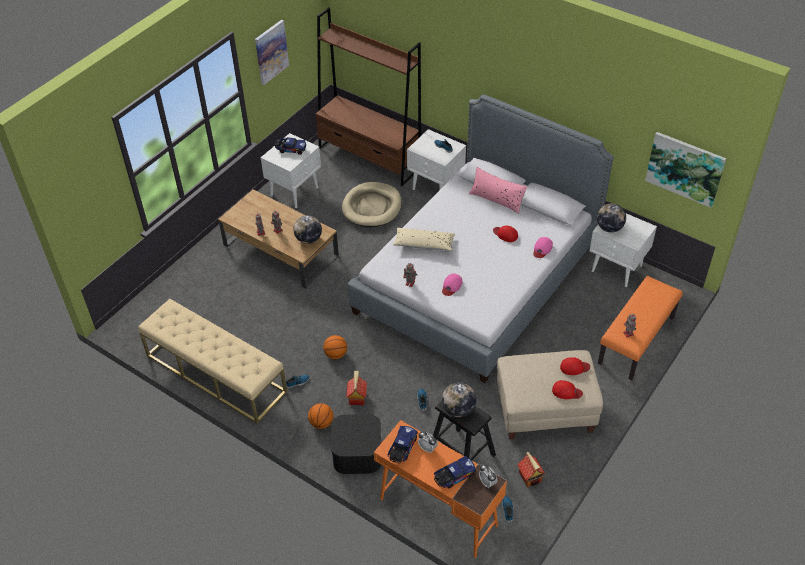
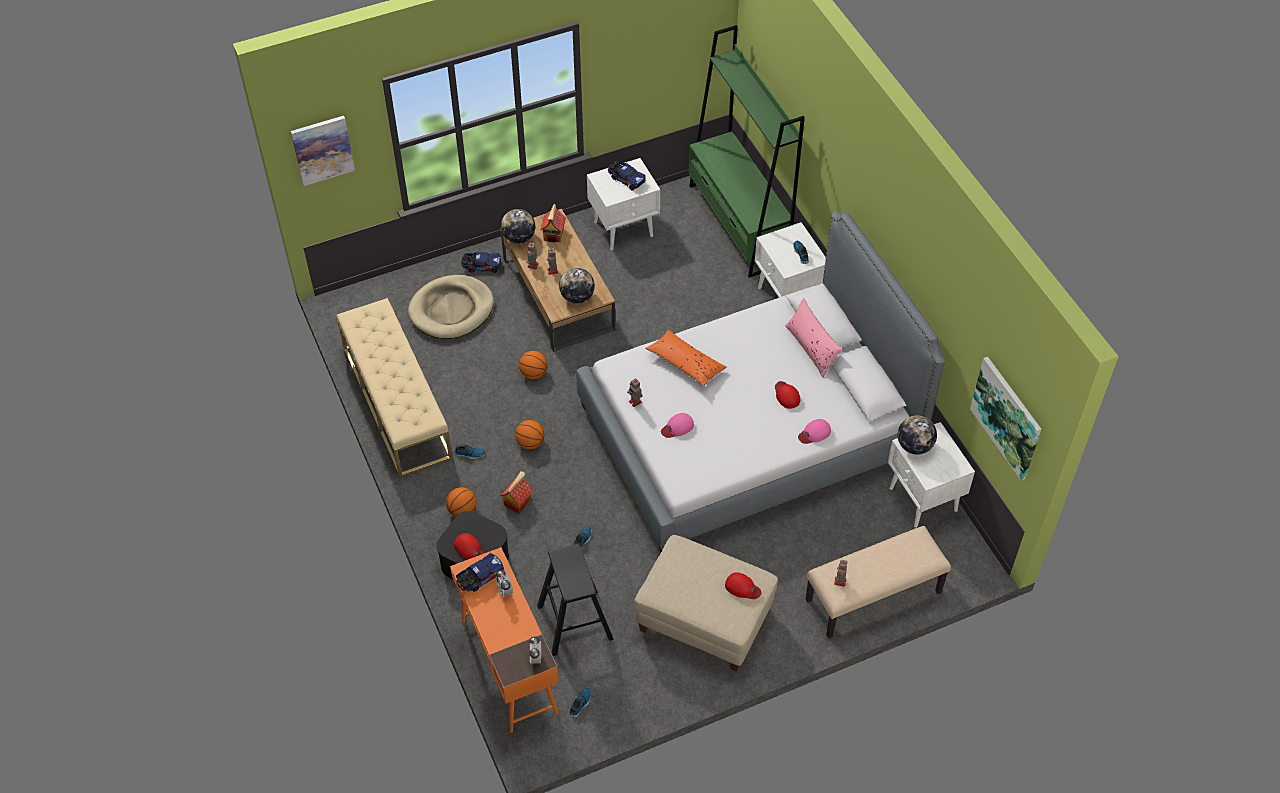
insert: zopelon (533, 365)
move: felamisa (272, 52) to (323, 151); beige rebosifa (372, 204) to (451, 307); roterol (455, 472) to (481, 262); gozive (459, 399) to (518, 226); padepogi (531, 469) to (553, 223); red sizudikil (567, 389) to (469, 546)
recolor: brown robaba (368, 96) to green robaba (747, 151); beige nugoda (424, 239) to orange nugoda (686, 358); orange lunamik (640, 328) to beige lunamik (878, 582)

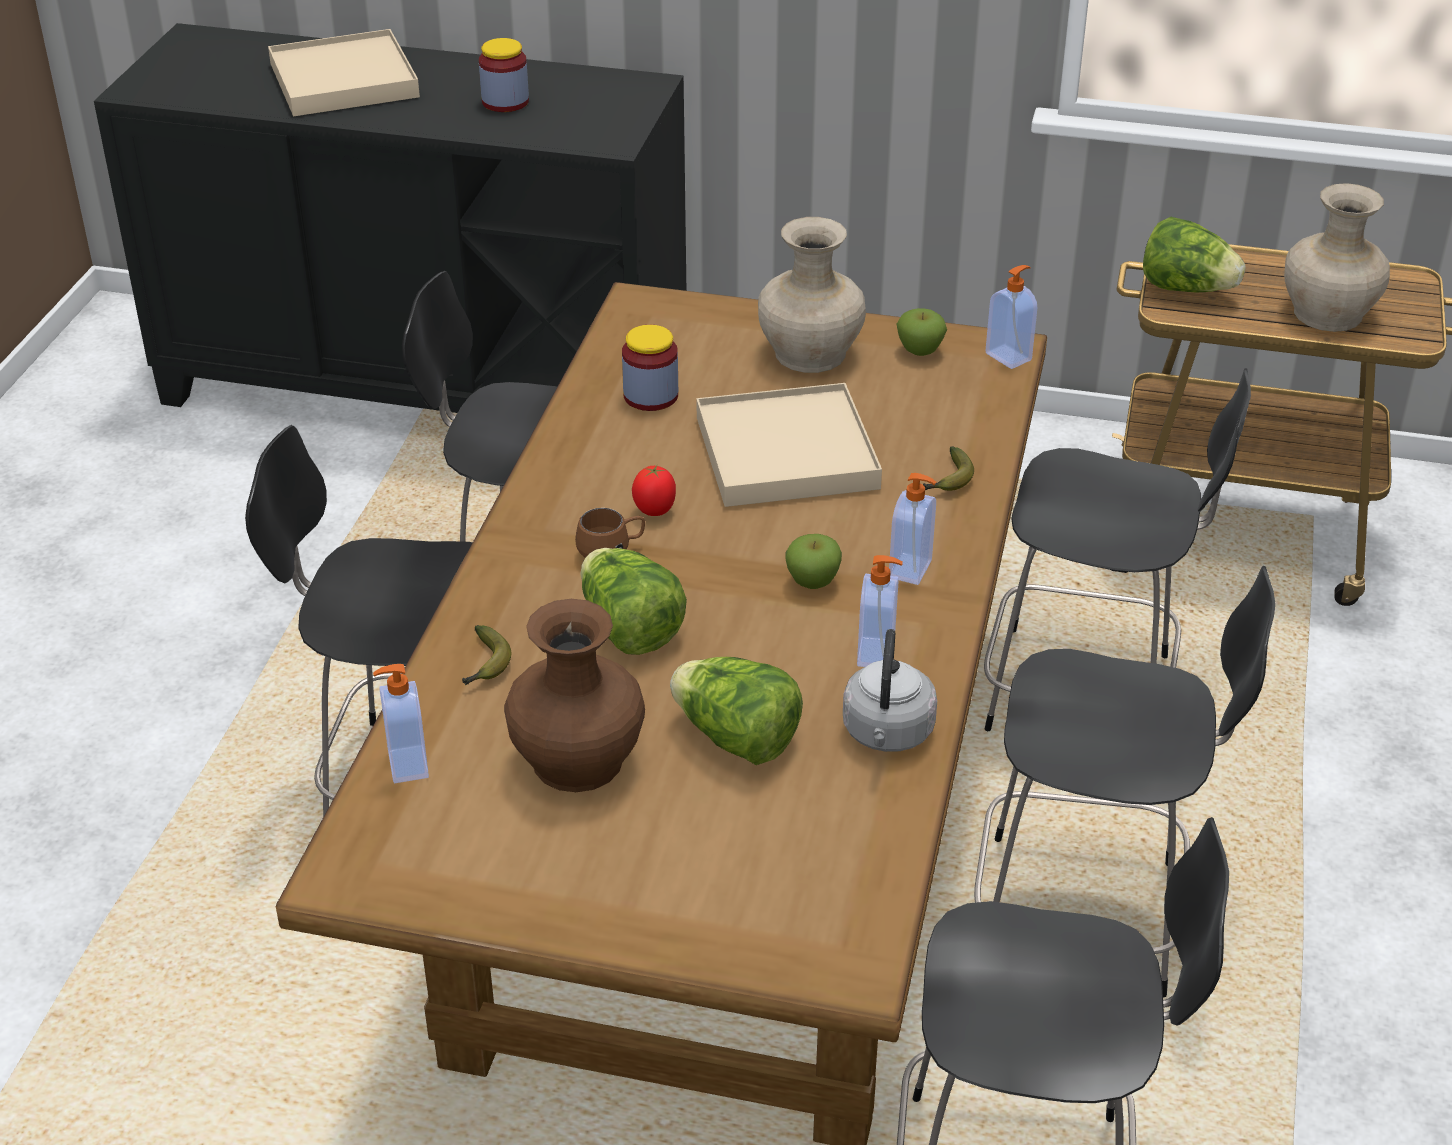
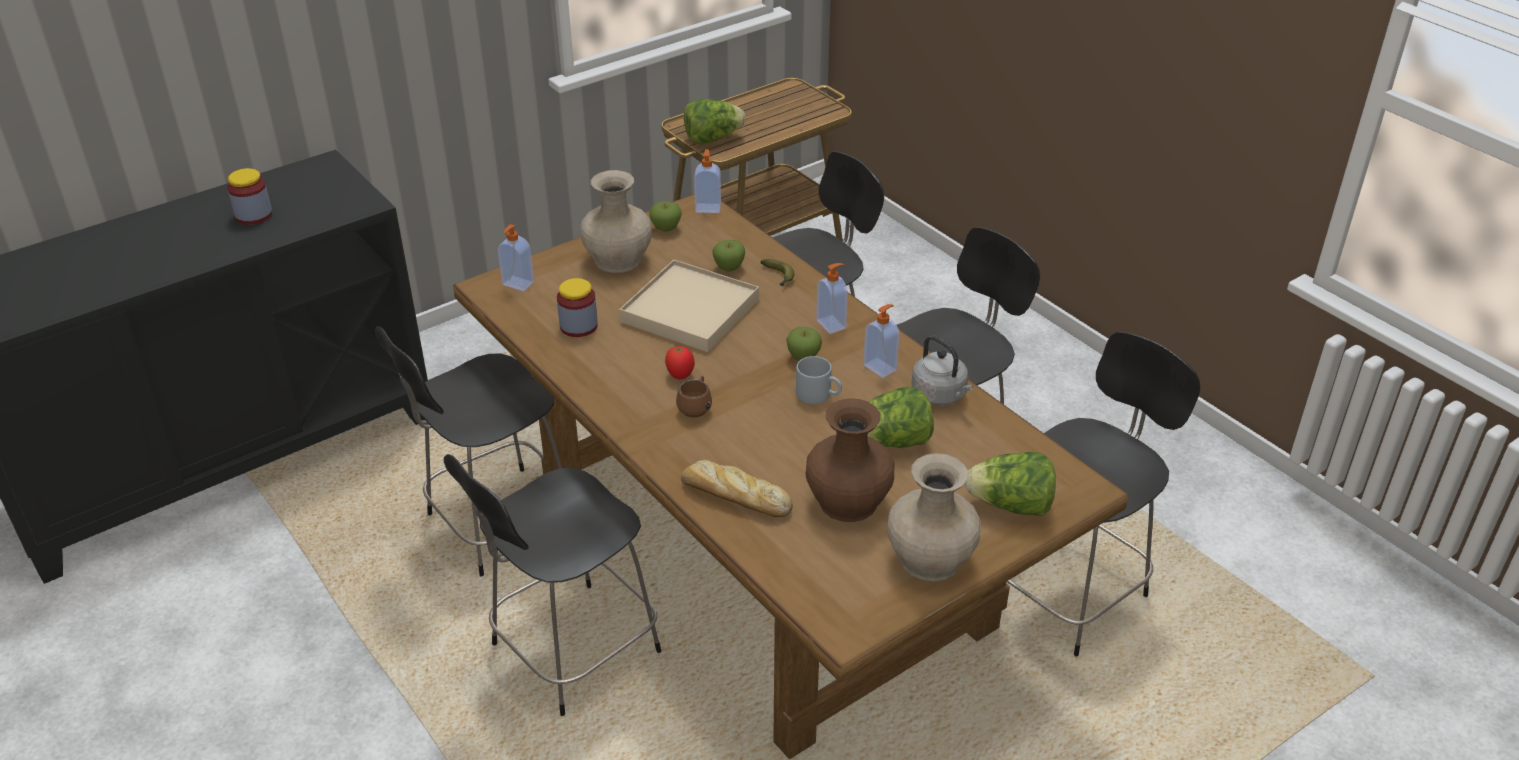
delete: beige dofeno (344, 72)
insert: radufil (728, 255); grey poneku (819, 380)
move: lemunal (401, 723) to (516, 257); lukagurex (633, 601) to (1010, 484); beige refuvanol (1337, 257) to (934, 517)
replace: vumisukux (487, 655) to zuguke (737, 488)

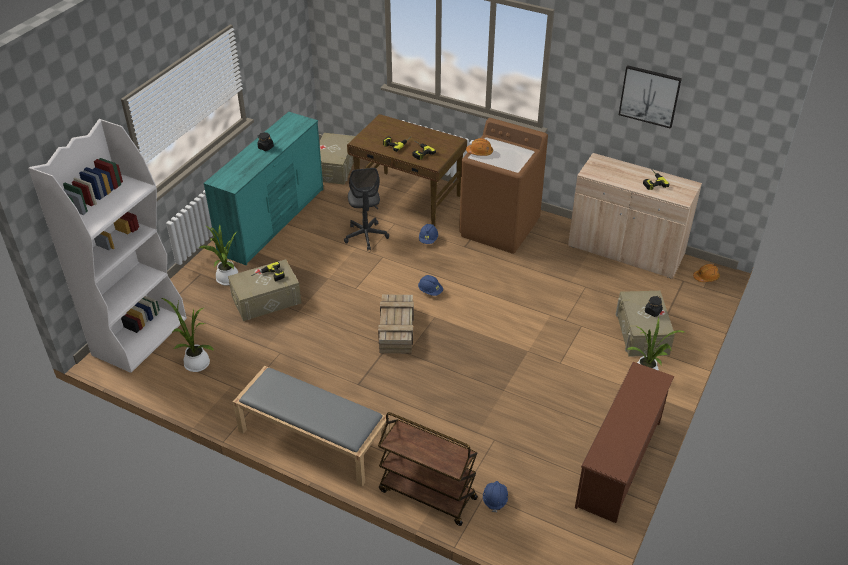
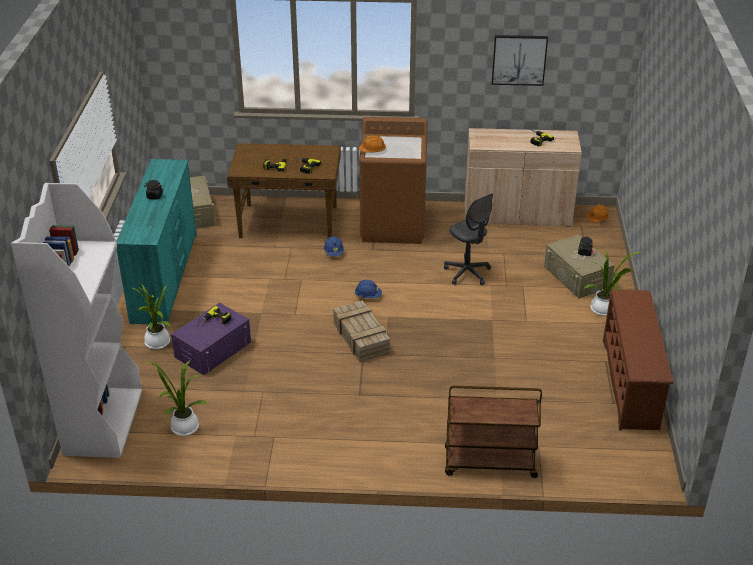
delete: grey lunamik (311, 426); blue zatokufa (495, 496)
move: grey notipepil (366, 209) to (468, 239)
recolor: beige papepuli (264, 290) to purple papepuli (211, 339)

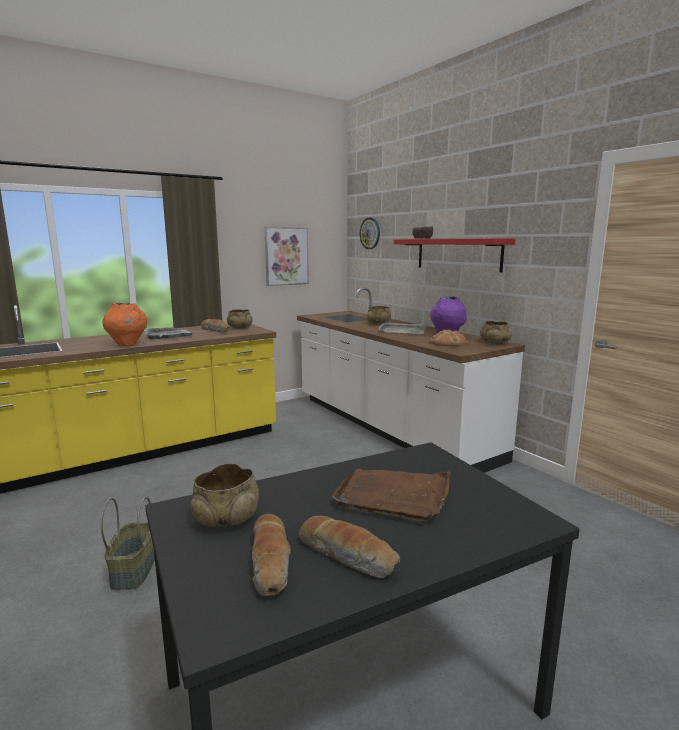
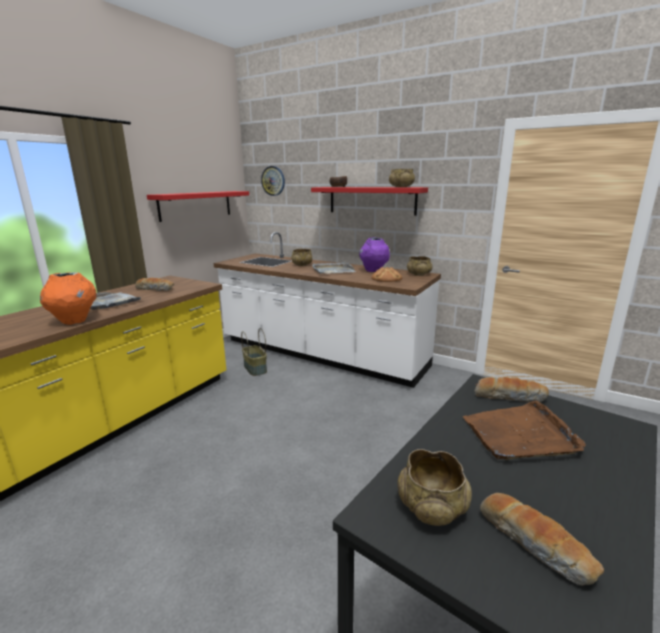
move: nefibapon (128, 543) to (254, 352); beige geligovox (240, 319) to (402, 178); zuguke (349, 547) to (511, 389)
replace: felamisa (286, 256) to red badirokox (198, 206)

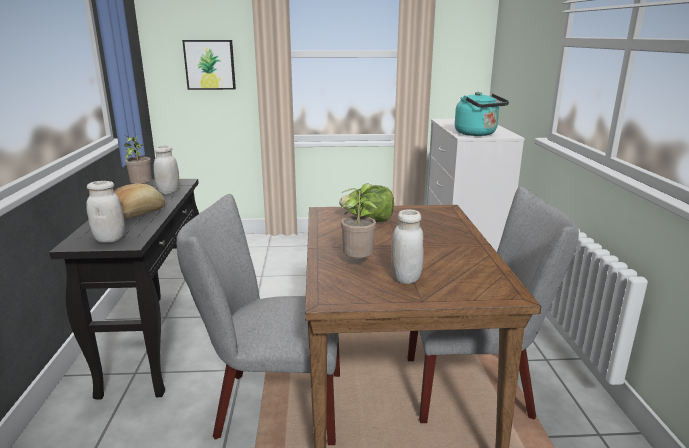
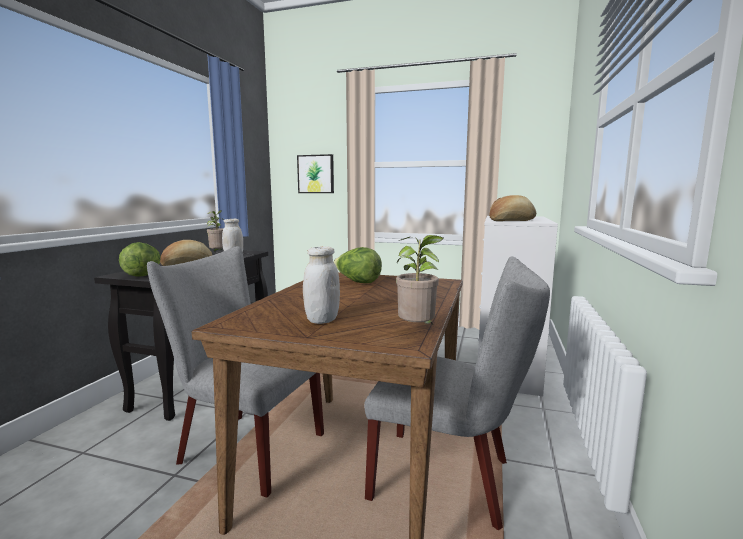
move: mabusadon (359, 221) to (419, 279)
replace: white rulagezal (105, 212) to lukagurex (140, 259); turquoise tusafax (482, 114) to zuguke (512, 208)

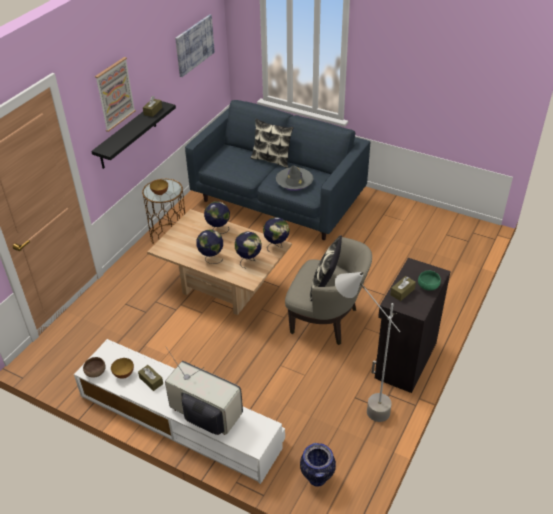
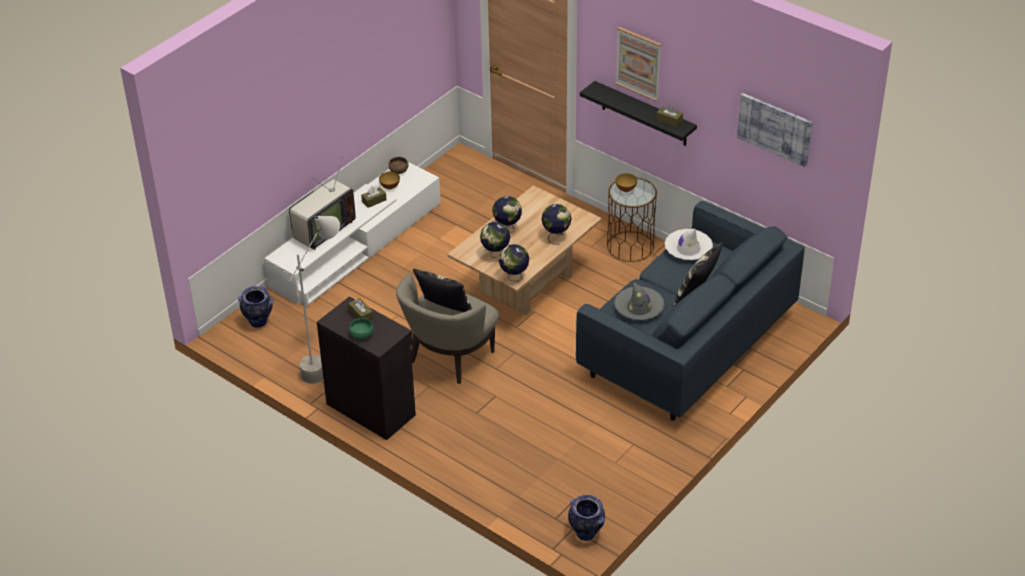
insert: refuvanol (586, 518); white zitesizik (689, 245)

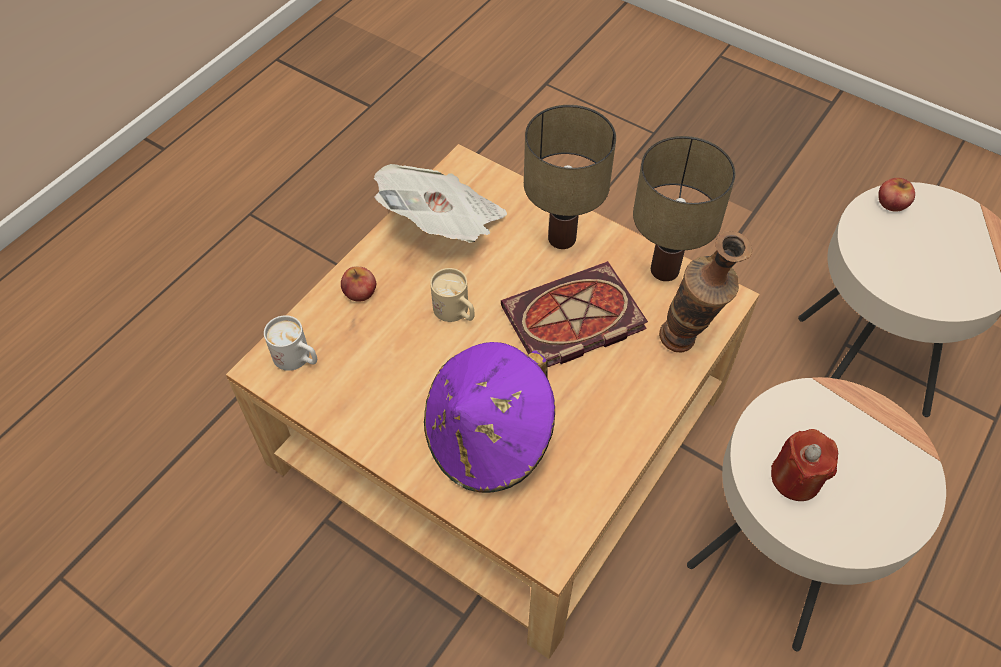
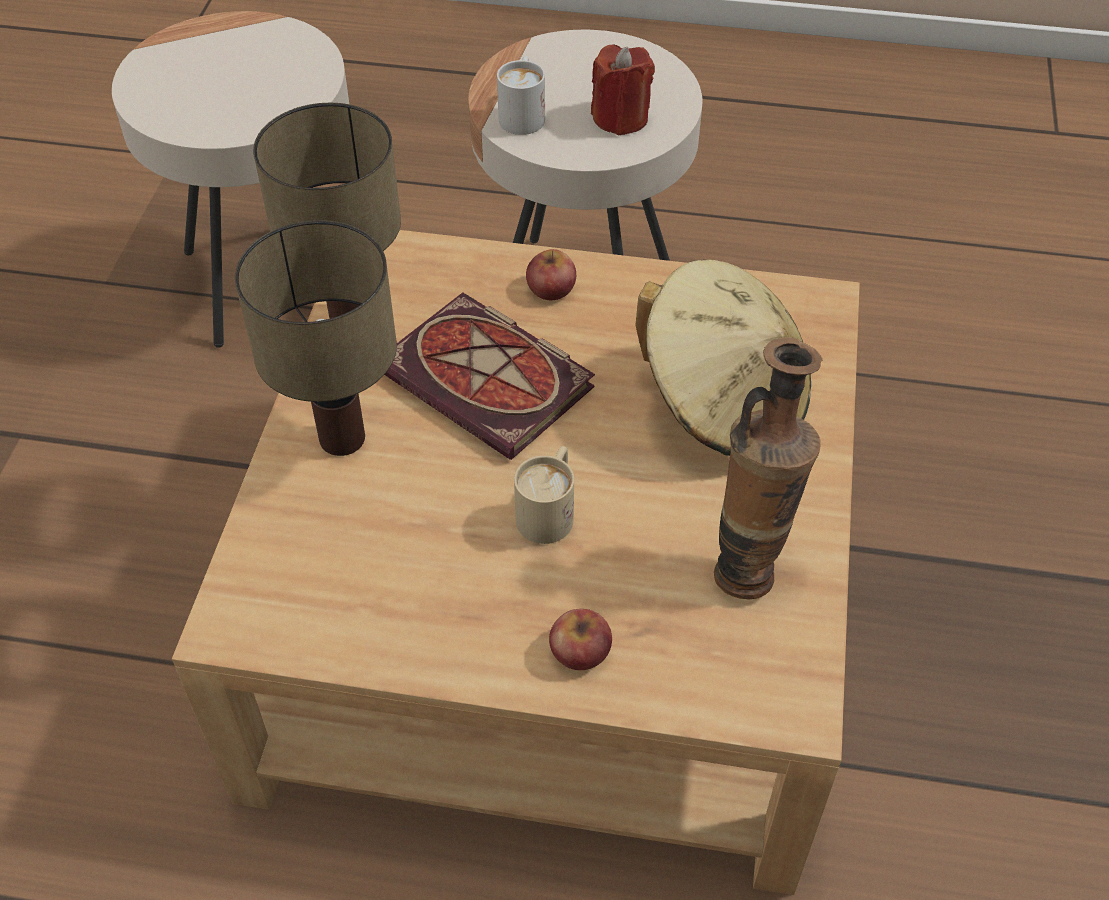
delete: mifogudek (440, 203)
move: white poneku (290, 343) to (521, 95); refuvanol (705, 291) to (768, 468); radufil (896, 195) to (551, 274)
recolor: purple zitesizik (489, 417) to beige zitesizik (723, 357)

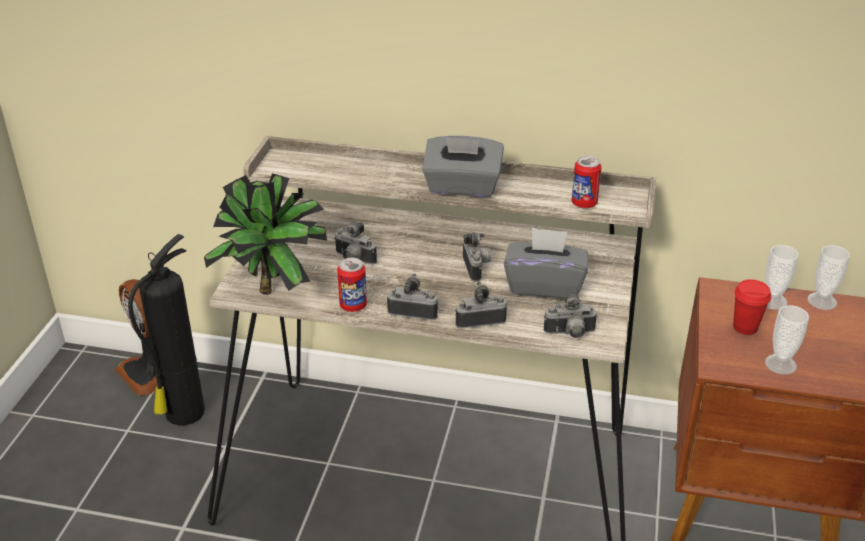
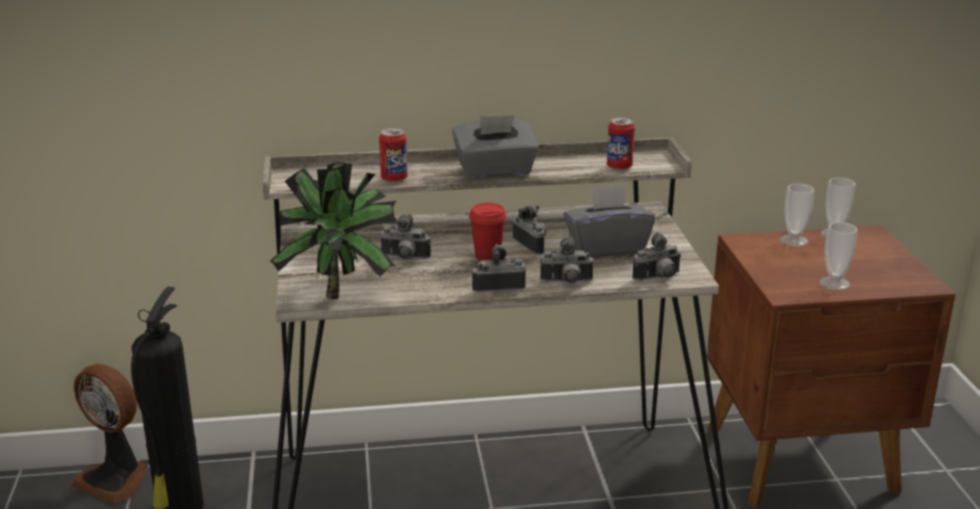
move: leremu (352, 285) to (393, 155); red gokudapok (752, 307) to (488, 232)
rotate: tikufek (481, 305) = (567, 260) 150 degrees counterclockwise

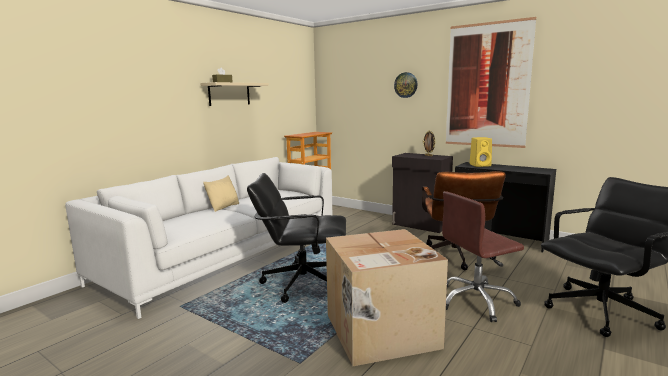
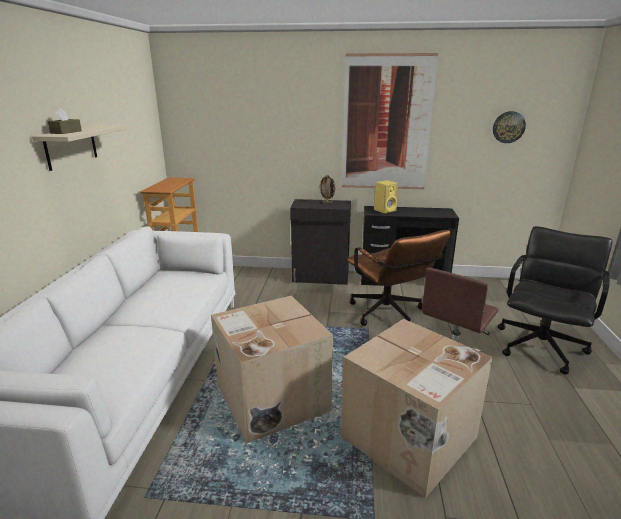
delete: beige nugoda (221, 193)
move: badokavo (406, 85) to (509, 127)
replace: black notipepil (296, 238) to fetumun (272, 369)

